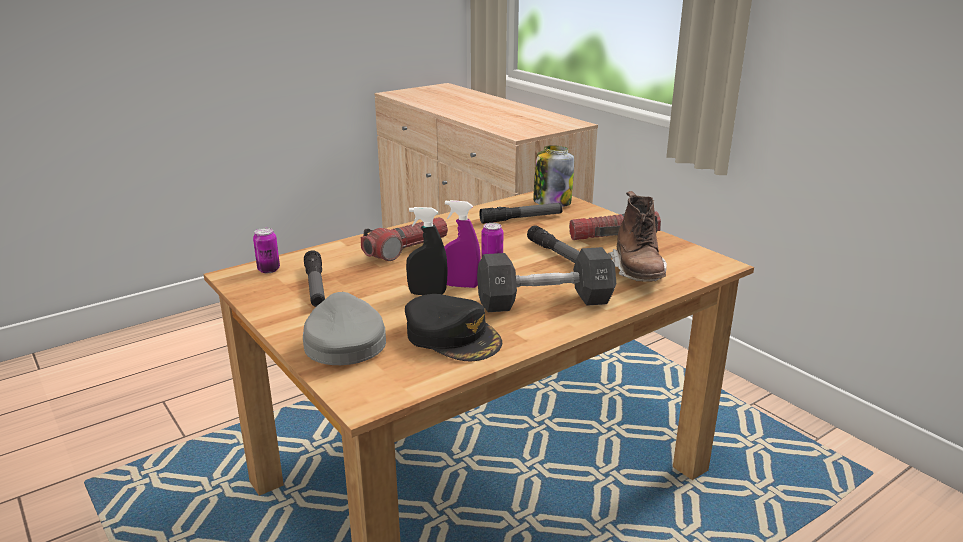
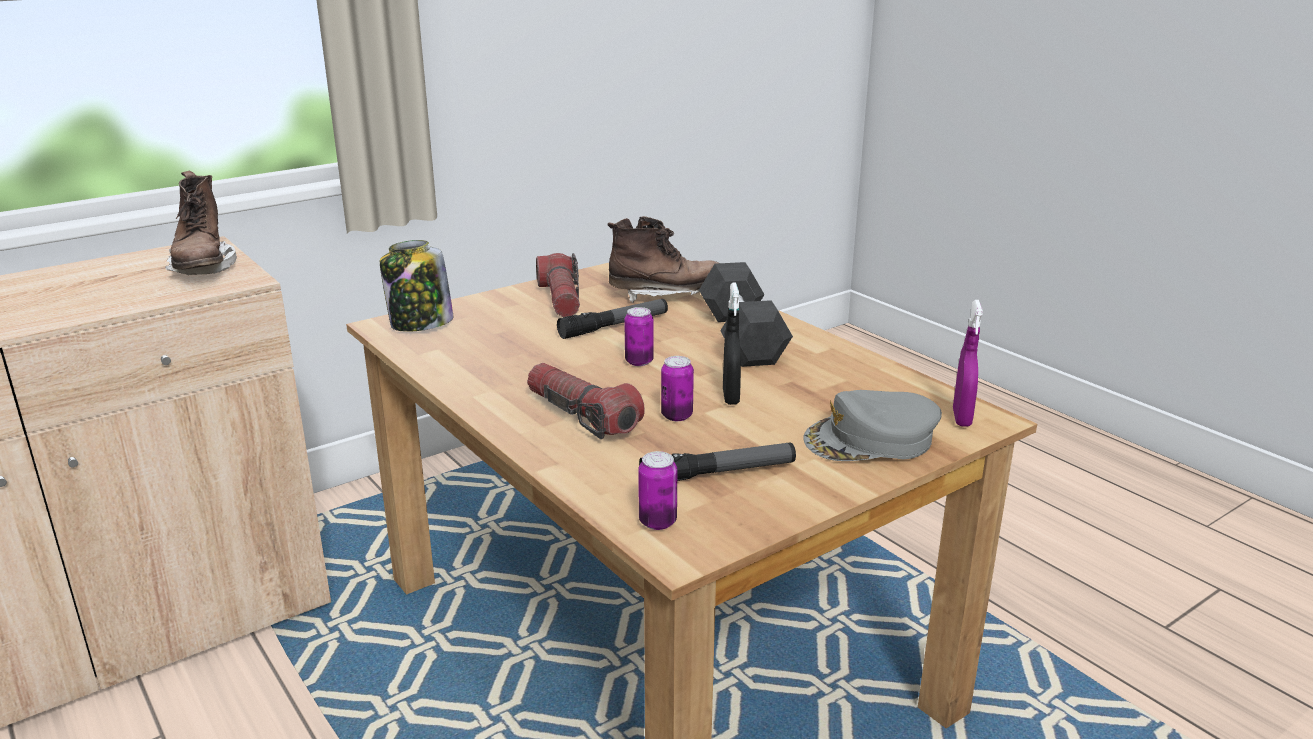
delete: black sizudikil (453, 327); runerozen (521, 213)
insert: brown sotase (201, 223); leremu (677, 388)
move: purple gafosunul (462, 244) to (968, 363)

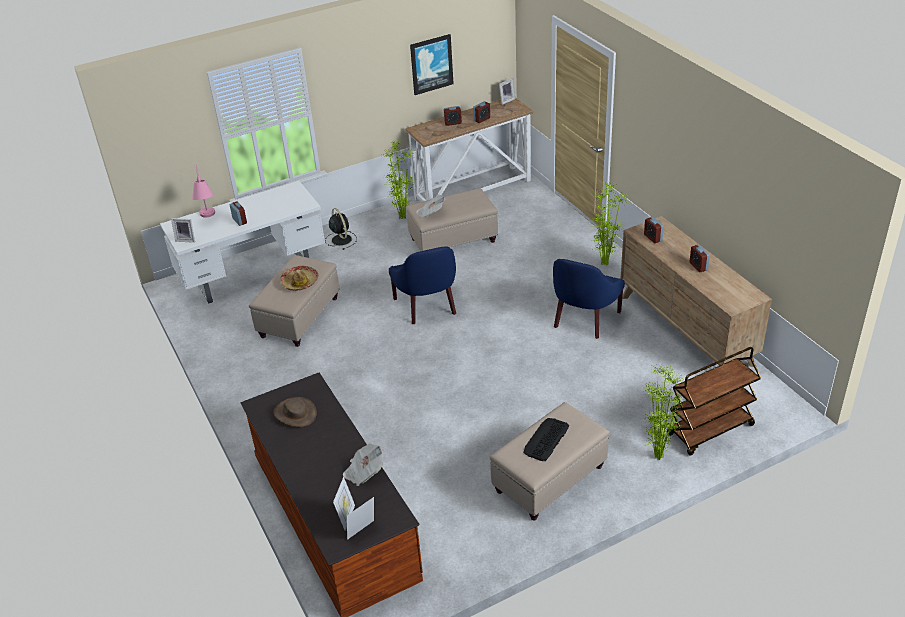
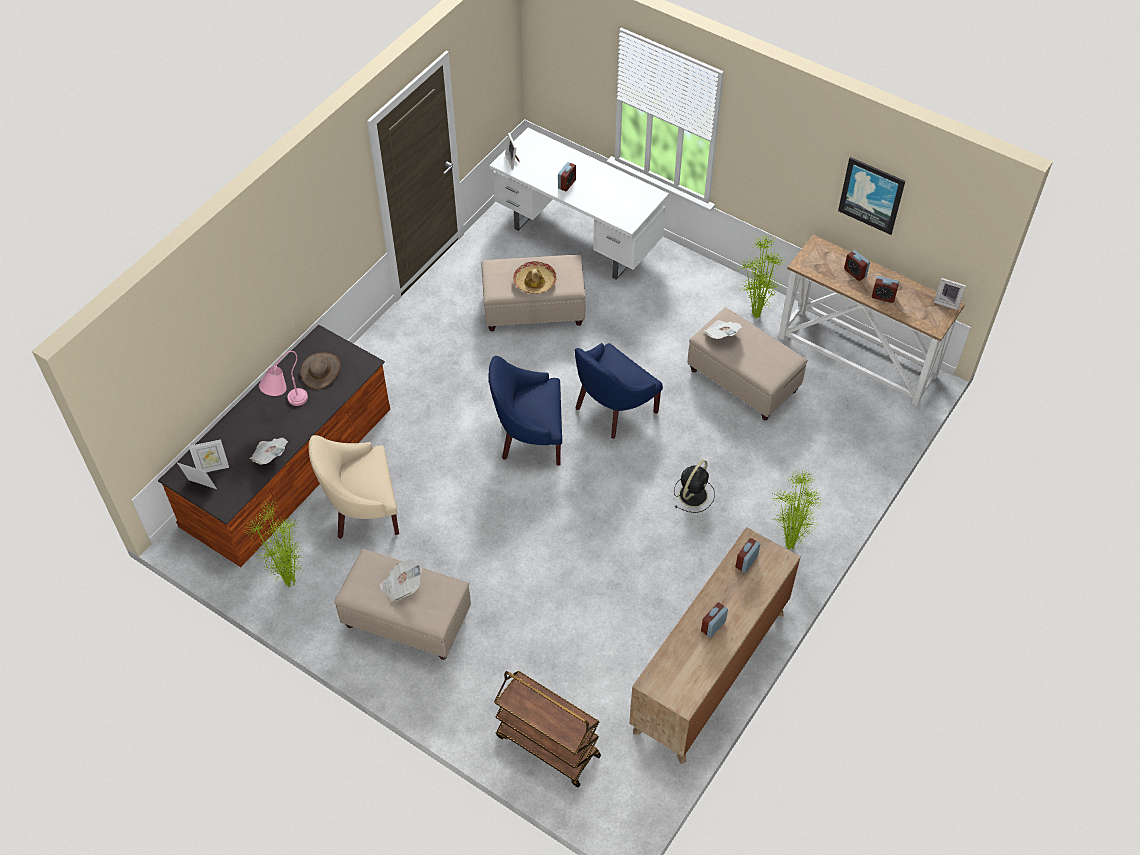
insert: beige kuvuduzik (354, 487)
move: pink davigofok (203, 191) to (283, 378); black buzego (341, 229) to (694, 486); blue kuvuduzik (589, 299) to (525, 411); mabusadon (665, 412) to (272, 543)
replace: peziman (546, 439) to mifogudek (401, 580)

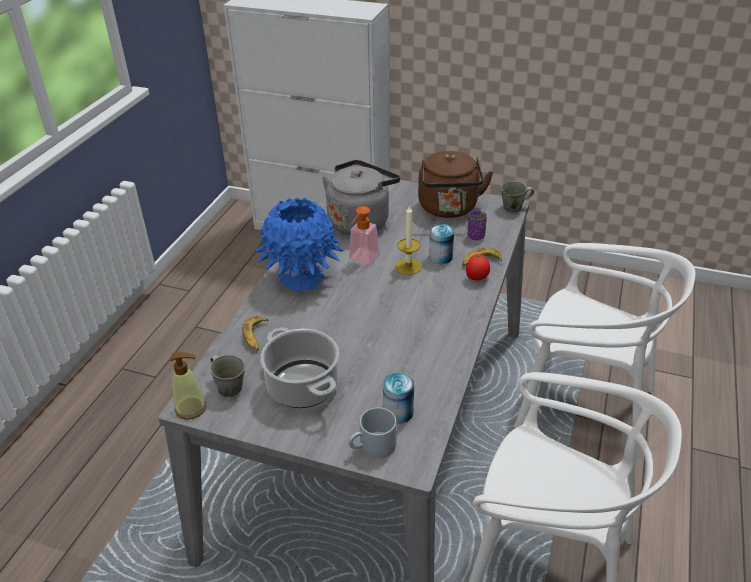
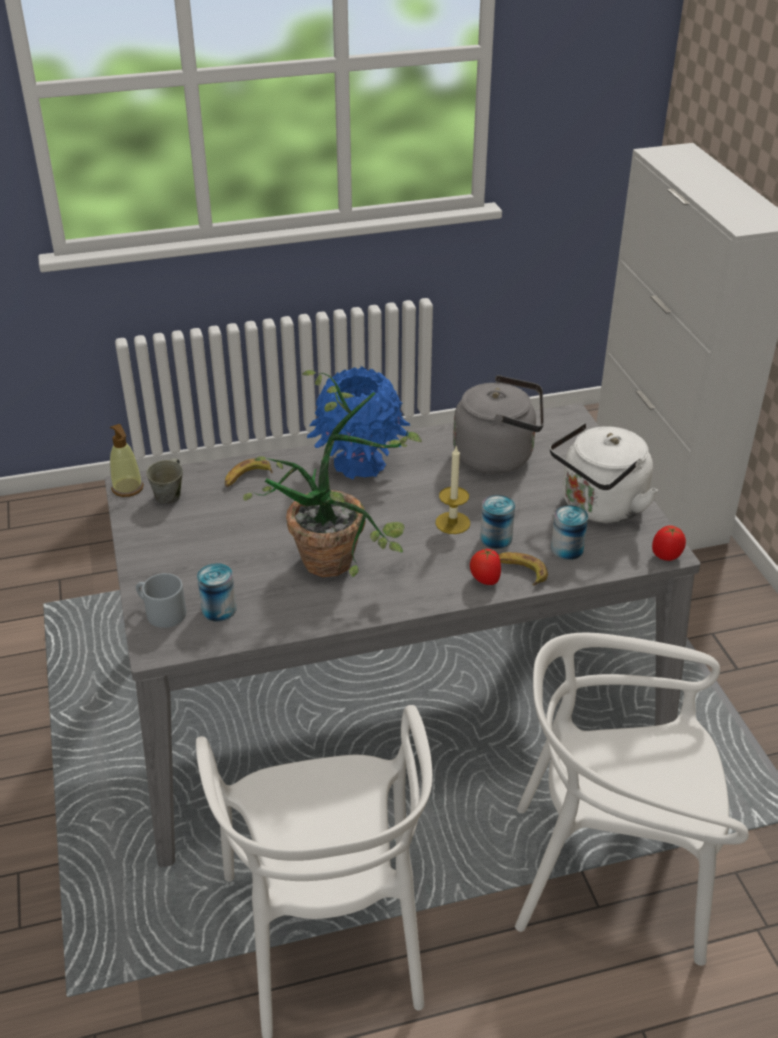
delete: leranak (299, 368); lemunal (364, 235)
insert: mabusadon (332, 473)
replace: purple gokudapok (477, 225) to leremu (569, 532); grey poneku (517, 196) to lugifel (669, 543)
recolor: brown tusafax (455, 184) to white tusafax (604, 473)
rotate: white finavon (604, 350) = (632, 799) 105 degrees clockwise

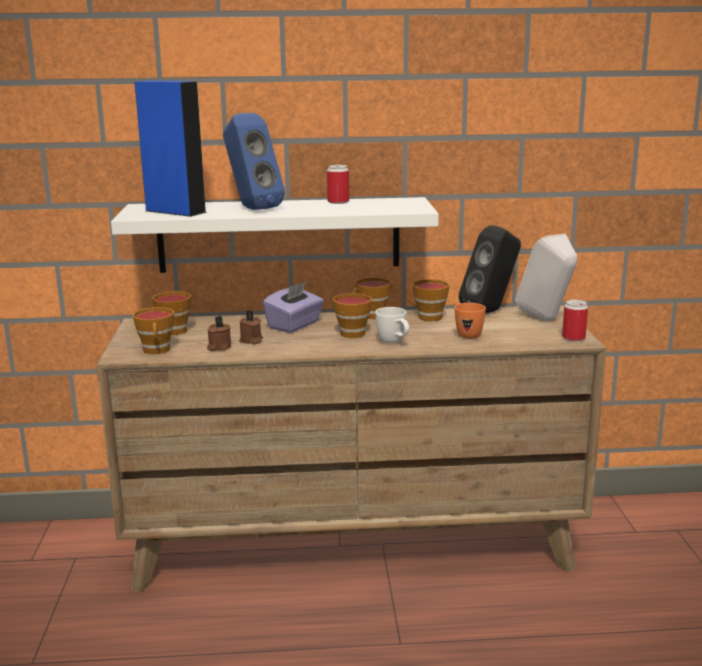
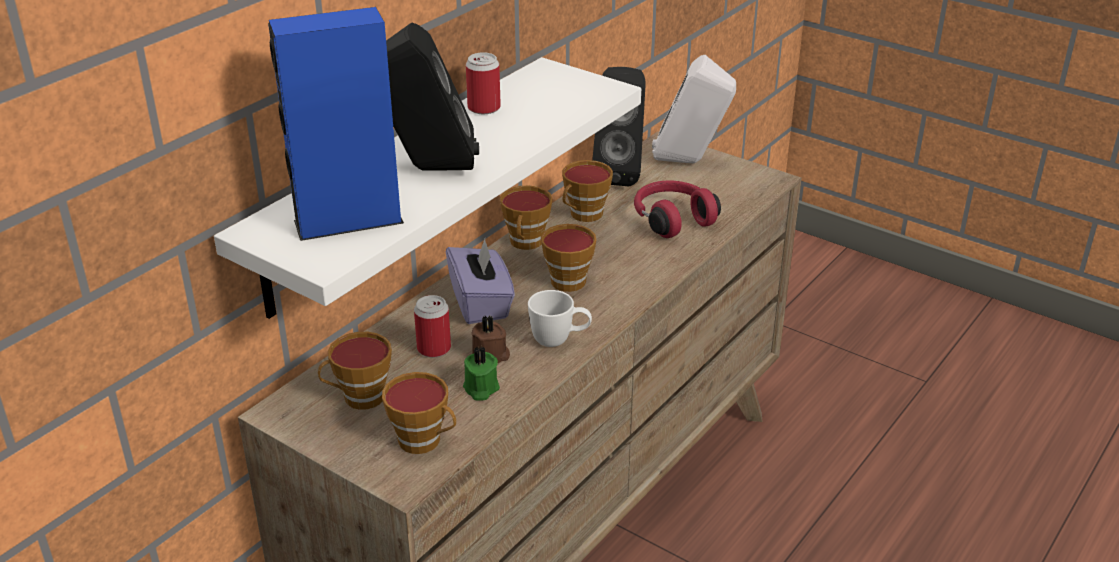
move: white poneku (392, 325) to (560, 318); leremu (575, 320) to (432, 326)
replace: orange poneku (470, 321) to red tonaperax (677, 209)
recolor: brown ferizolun (219, 333) to green ferizolun (481, 373); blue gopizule (254, 161) to black gopizule (432, 96)

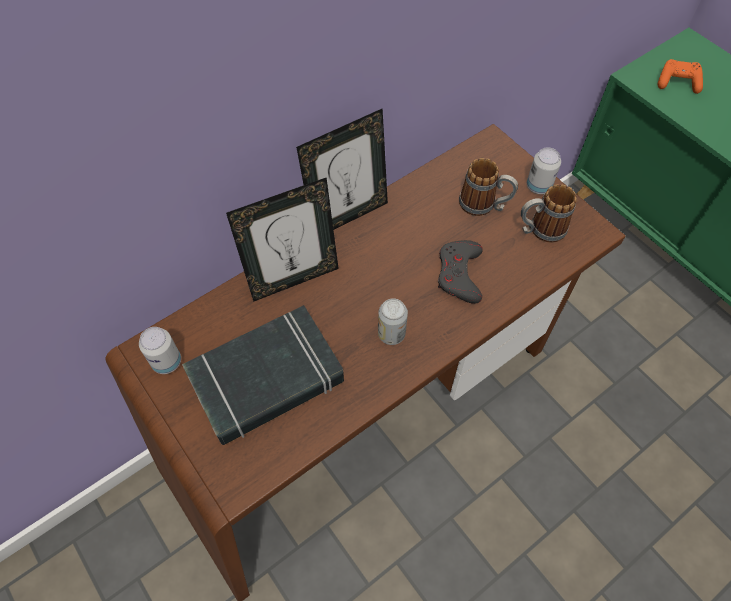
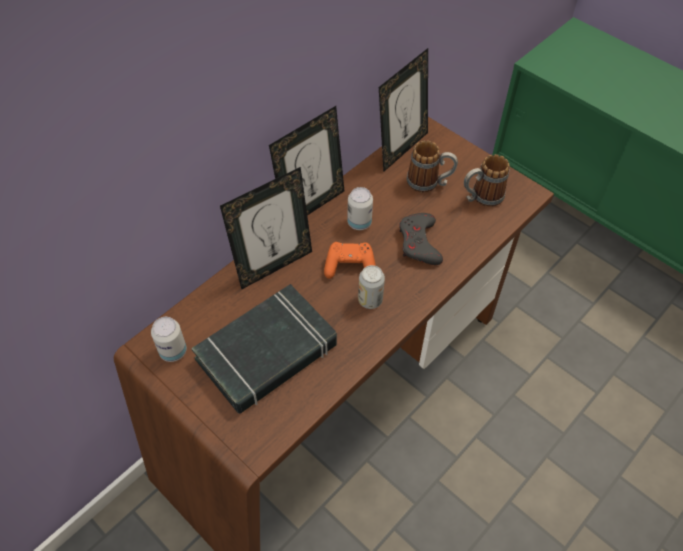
insert: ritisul (403, 110)
move: leremu (544, 170) to (360, 208); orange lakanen (680, 76) to (350, 260)

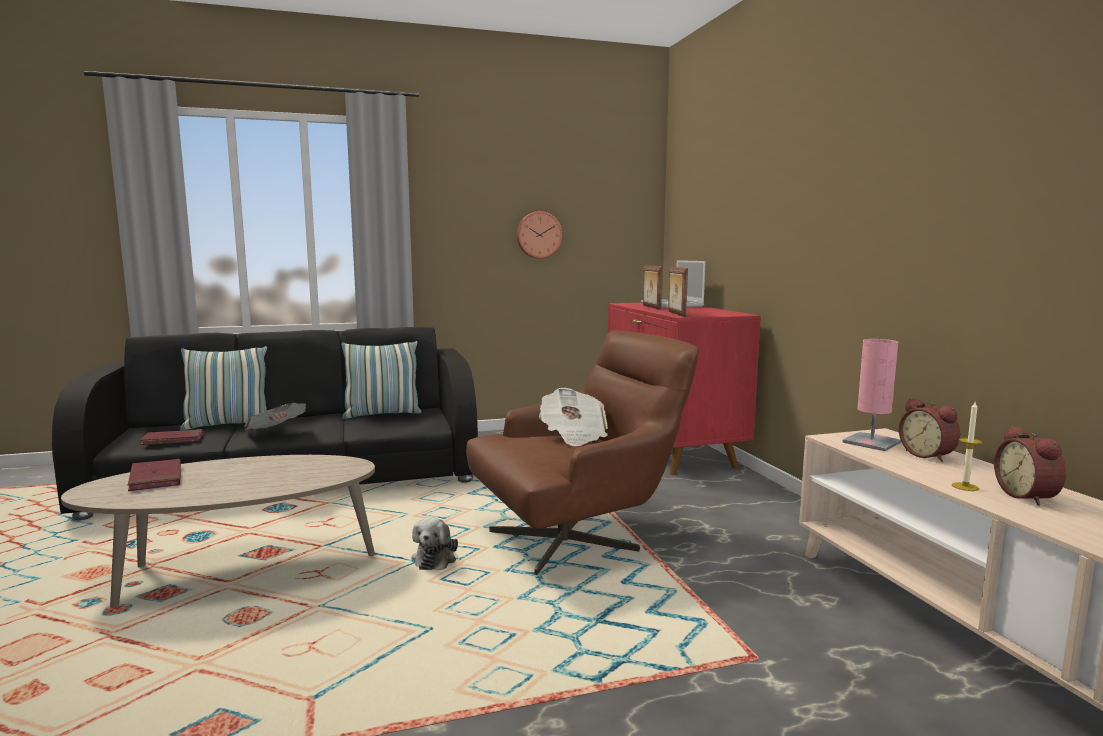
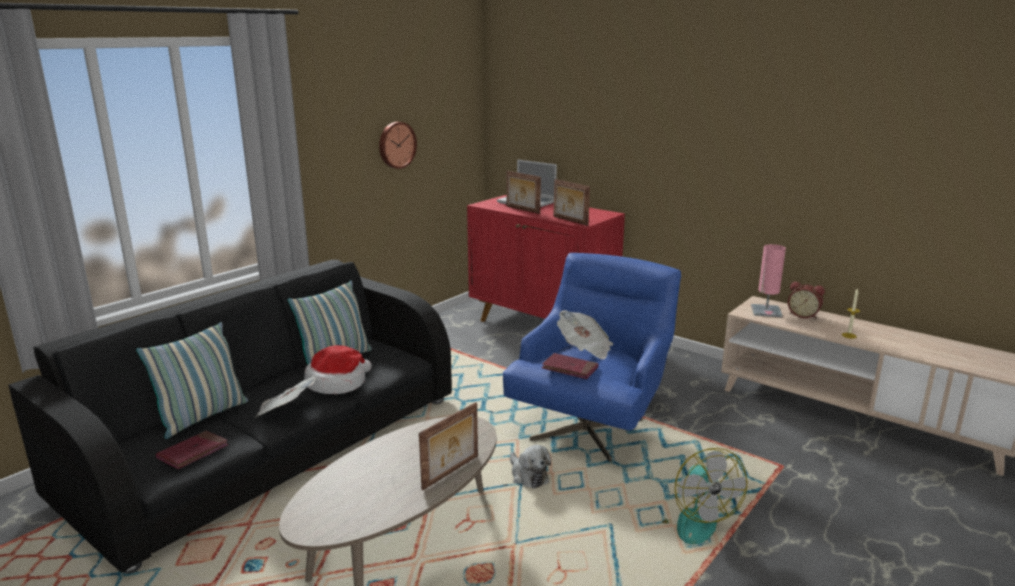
delete: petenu (1030, 466)
insert: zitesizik (337, 369); ritisul (448, 446); buzego (704, 496)
move: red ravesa (154, 475) to (570, 366)
recolor: brown kuvuduzik (582, 452) to blue kuvuduzik (592, 357)

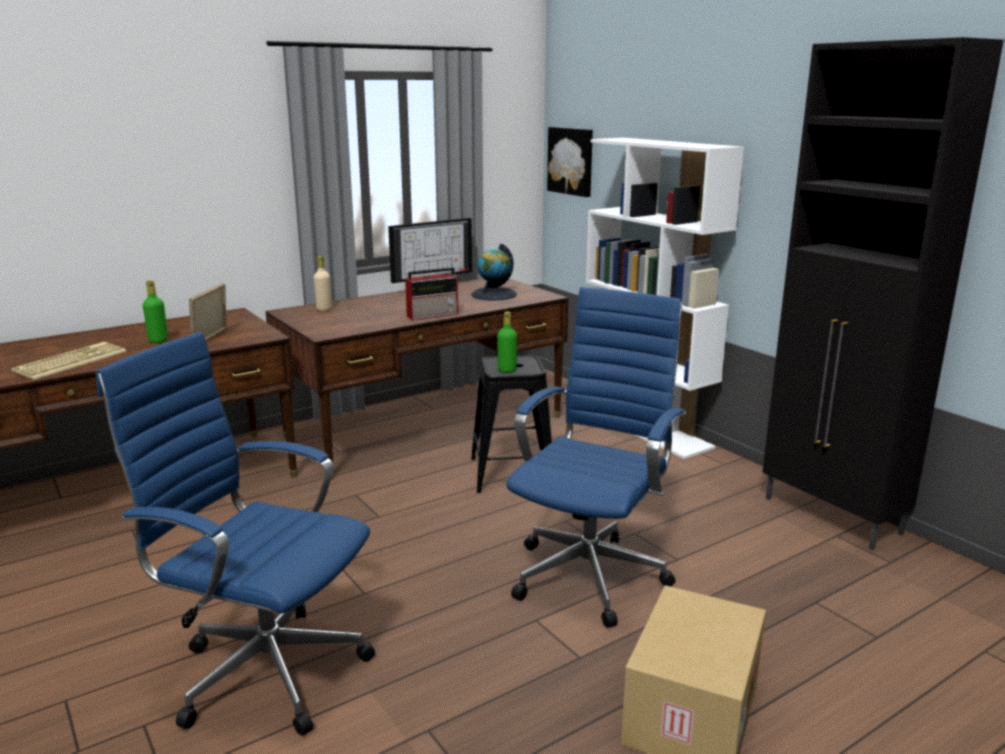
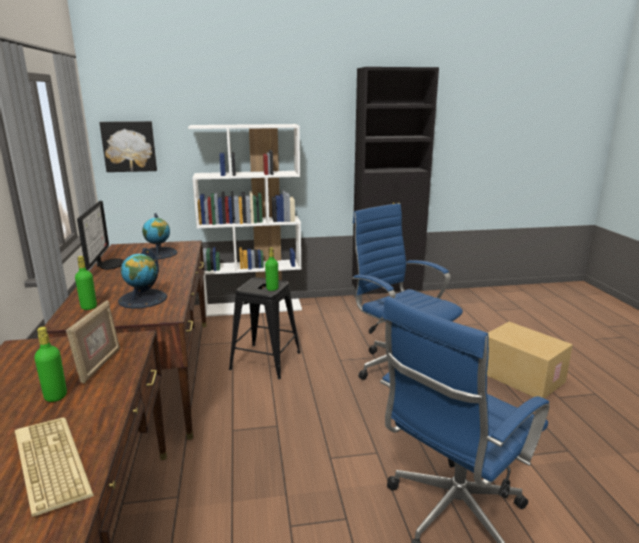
delete: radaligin (431, 293)
insert: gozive (142, 278)
recolor: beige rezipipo (322, 283) to green rezipipo (86, 283)
rotate: ritisul (208, 312) = (93, 342) 120 degrees counterclockwise

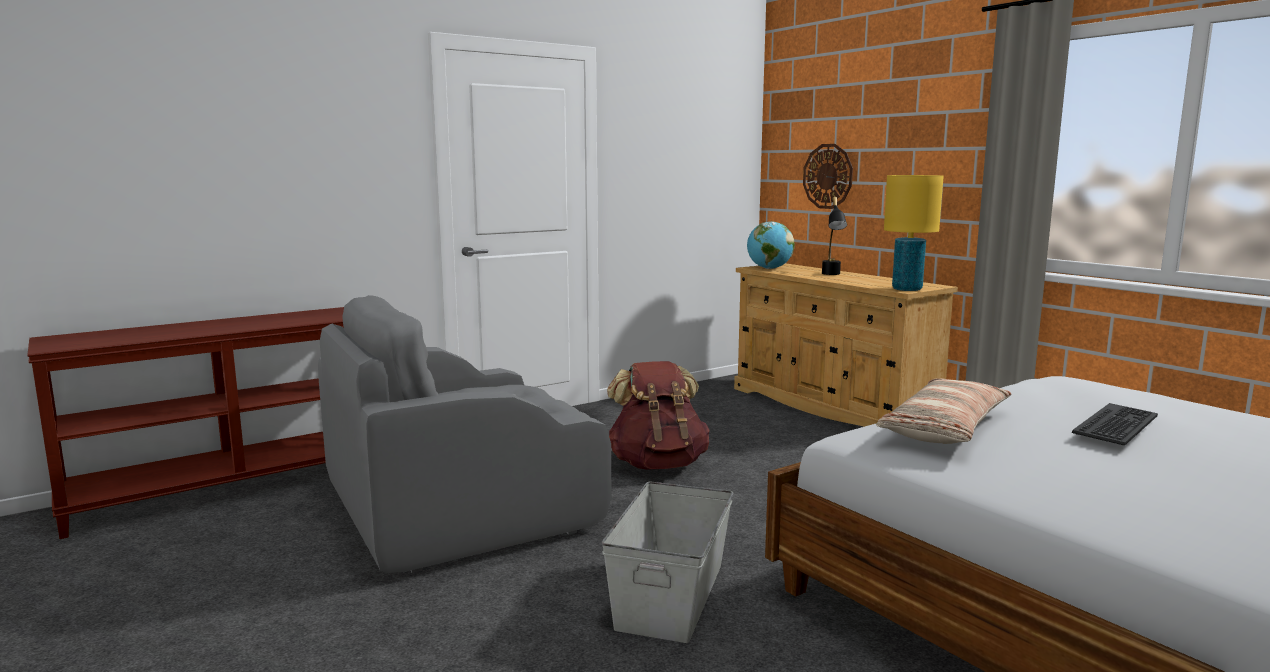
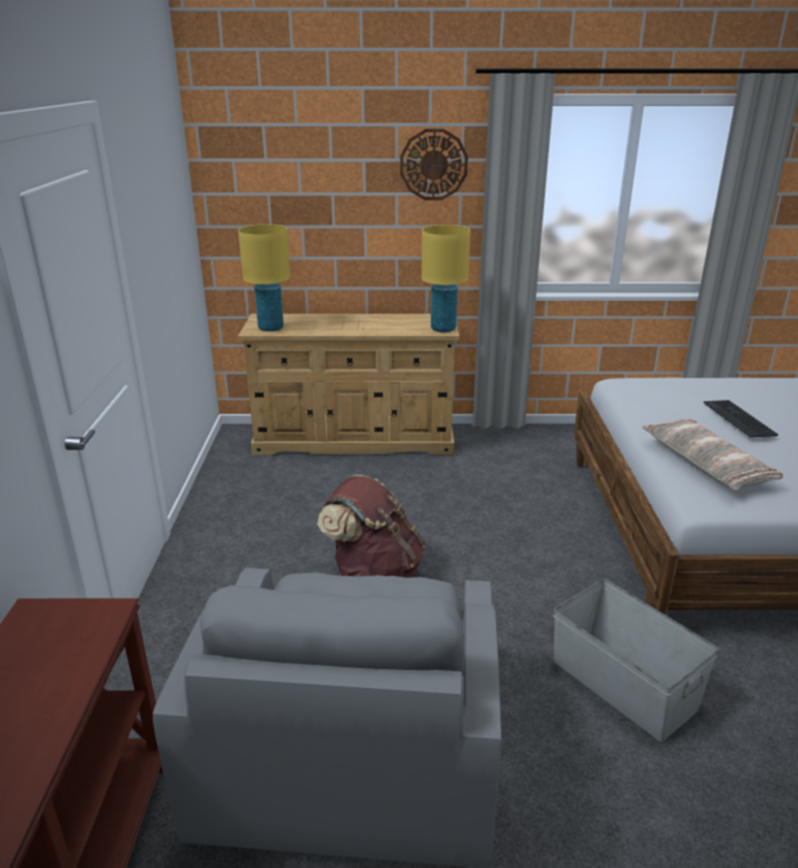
delete: black davigofok (834, 236)
move: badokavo (828, 176) to (434, 164)
replace: gozive (771, 245) to yellow davigofok (264, 278)

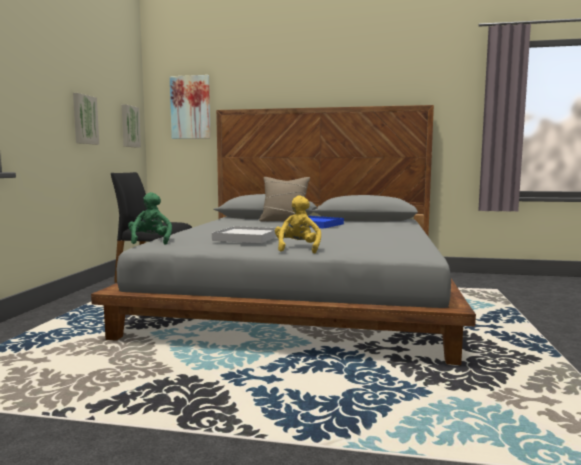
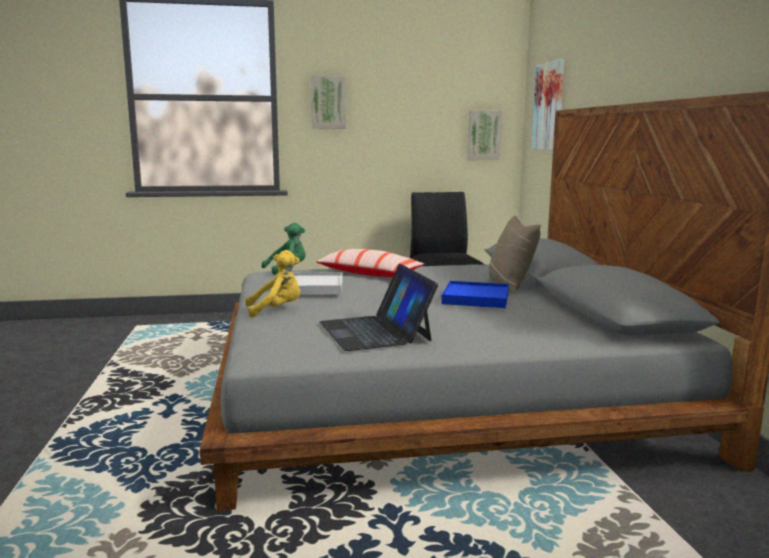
insert: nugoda (370, 263); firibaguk (379, 307)
move: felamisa (86, 119) to (328, 102)

